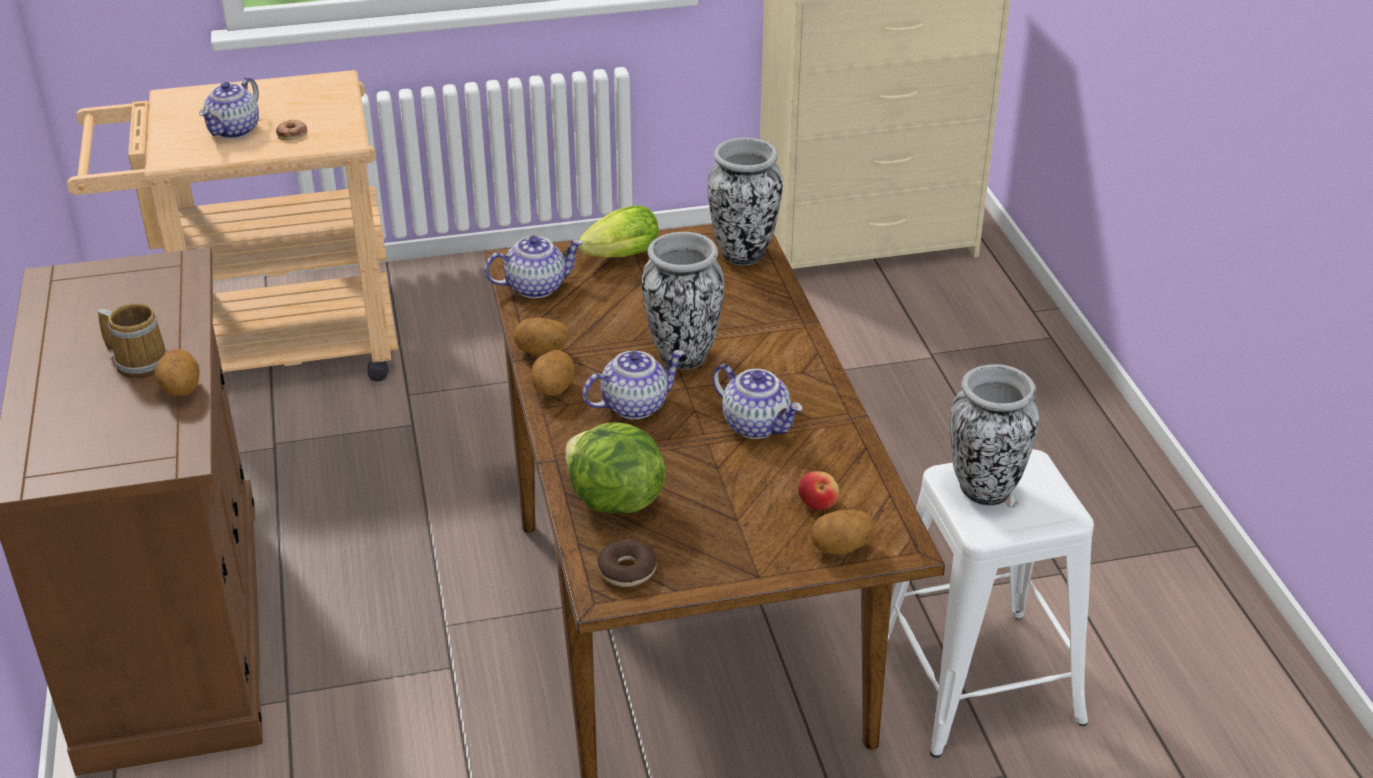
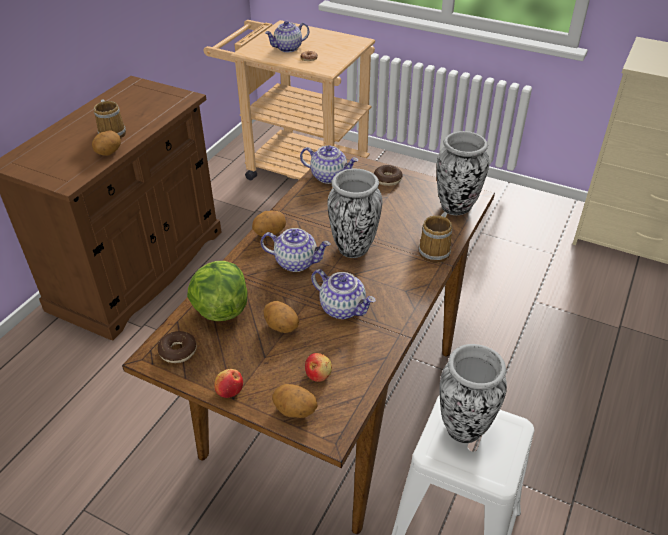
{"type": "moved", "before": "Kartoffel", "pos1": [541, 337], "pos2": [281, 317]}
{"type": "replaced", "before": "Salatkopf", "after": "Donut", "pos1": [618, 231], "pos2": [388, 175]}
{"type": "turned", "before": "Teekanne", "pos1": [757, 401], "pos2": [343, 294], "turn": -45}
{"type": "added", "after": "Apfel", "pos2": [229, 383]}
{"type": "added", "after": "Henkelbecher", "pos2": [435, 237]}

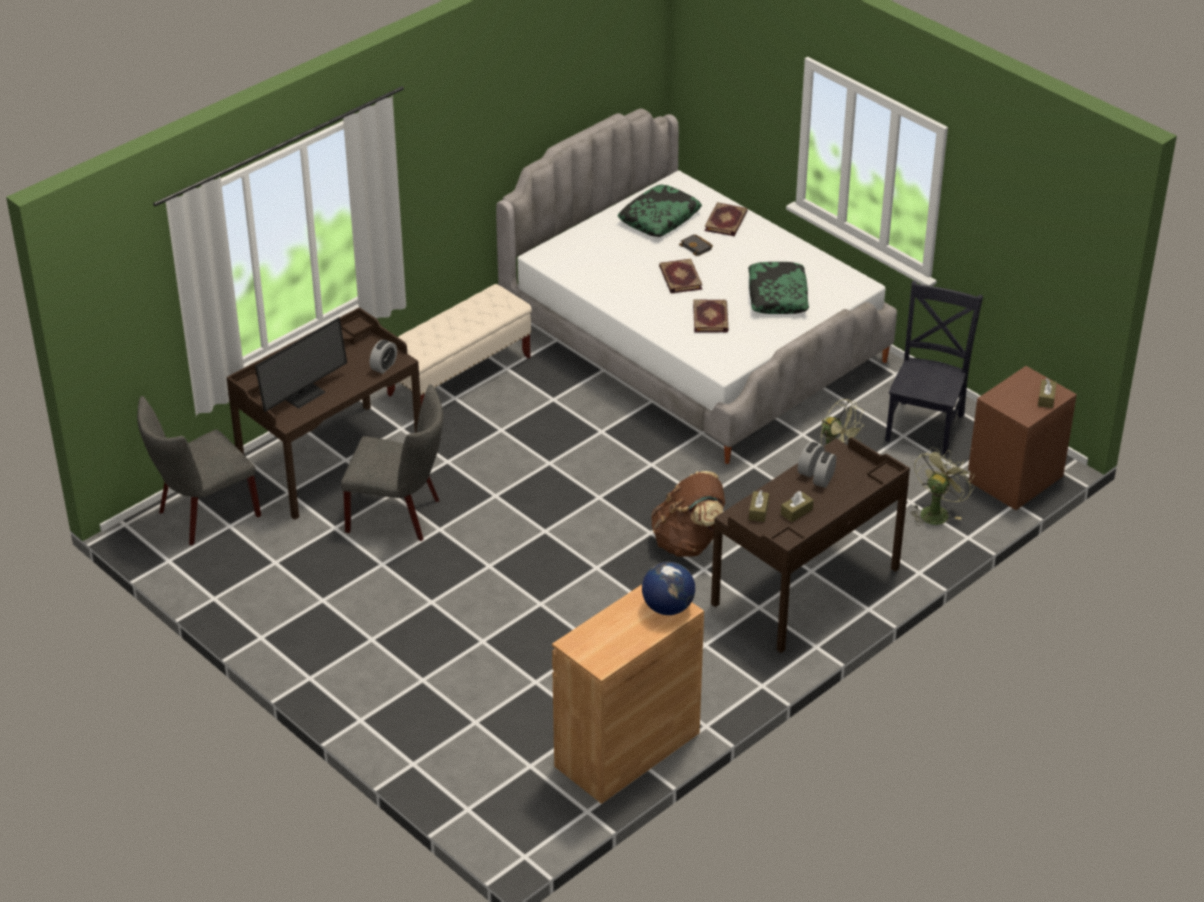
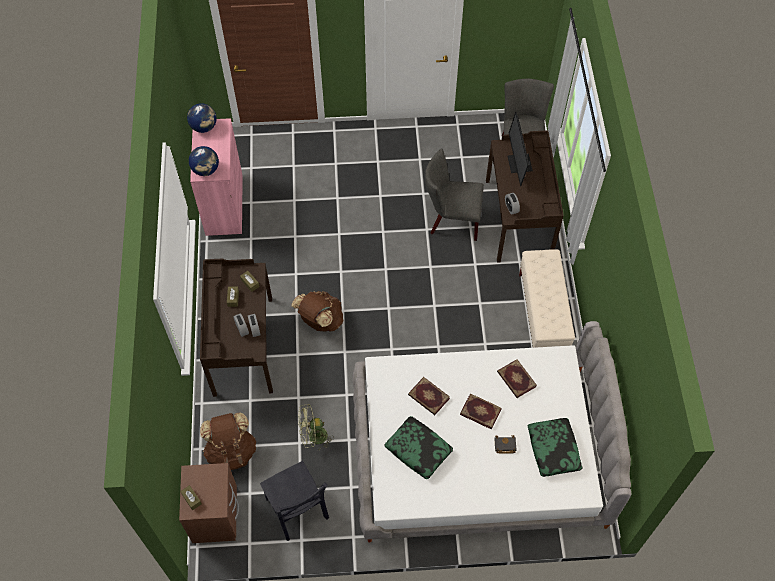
{"type": "turned", "before": "Stuhl [grau]", "pos1": [392, 462], "pos2": [454, 194], "turn": 45}
{"type": "recoloured", "before": "Schrank [braun]", "after": "Schrank [rosa]", "pos1": [628, 694], "pos2": [216, 177]}
{"type": "moved", "before": "Buch", "pos1": [726, 219], "pos2": [517, 378]}
{"type": "replaced", "before": "Ventilator [grün]", "after": "Rucksack [braun]", "pos1": [942, 486], "pos2": [228, 441]}
{"type": "added", "after": "Globus", "pos2": [202, 118]}

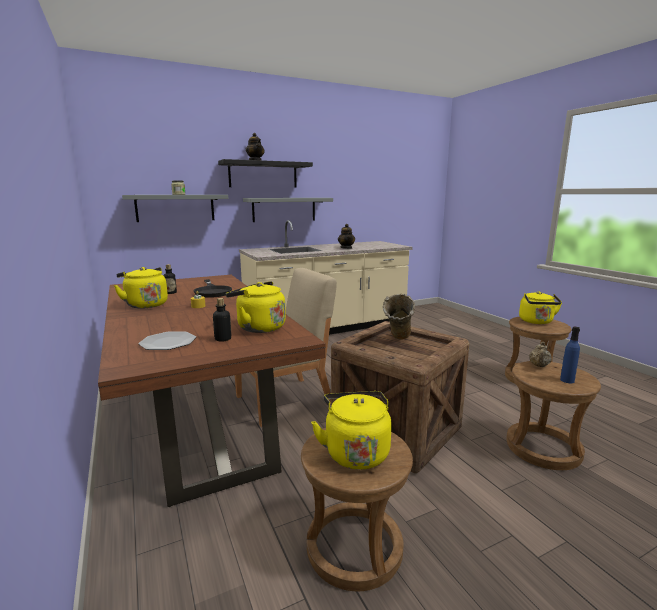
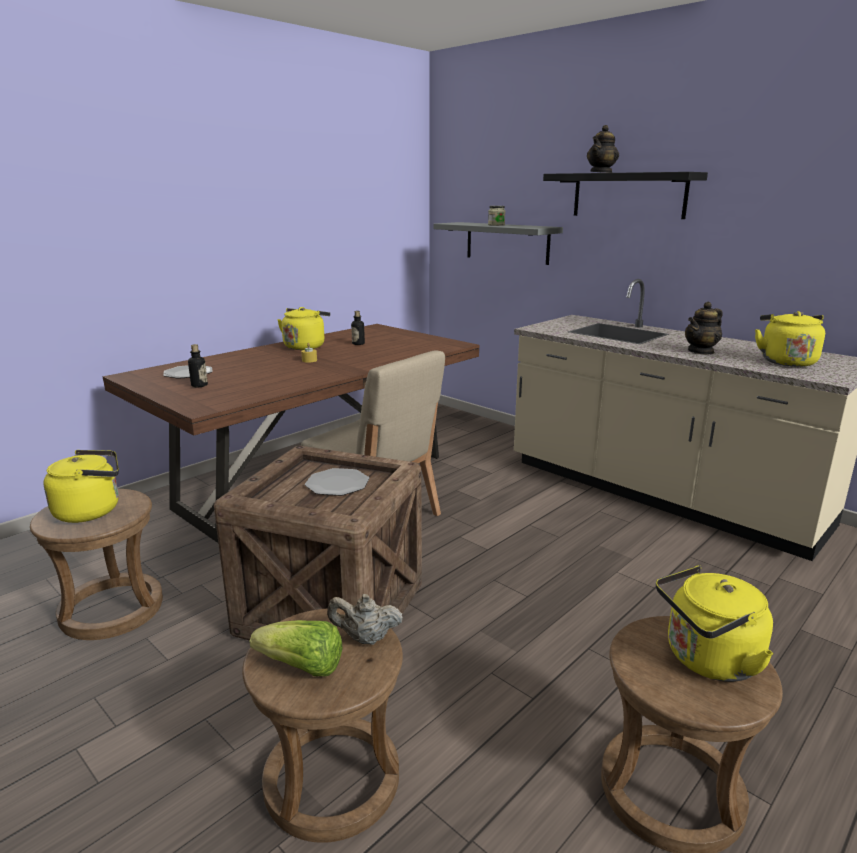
{"type": "removed", "before": "Pfanne [schwarz]", "pos1": [213, 288]}
{"type": "moved", "before": "Wasserkessel [gelb]", "pos1": [256, 307], "pos2": [790, 339]}
{"type": "removed", "before": "Wandregal [grau]", "pos1": [288, 210]}
{"type": "replaced", "before": "Vase [beige]", "after": "Teller", "pos1": [399, 317], "pos2": [337, 482]}
{"type": "replaced", "before": "Flasche [blau]", "after": "Salatkopf", "pos1": [570, 355], "pos2": [296, 648]}

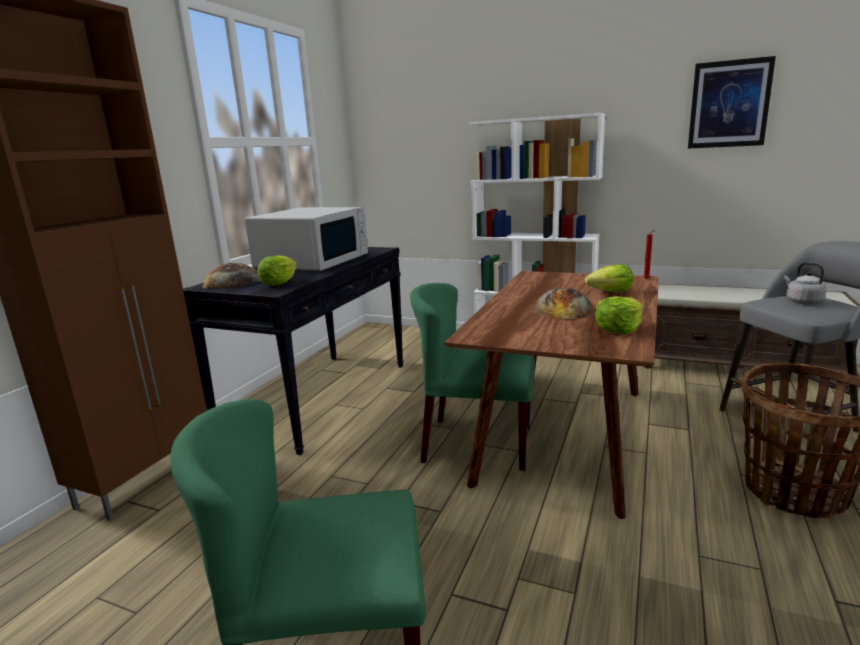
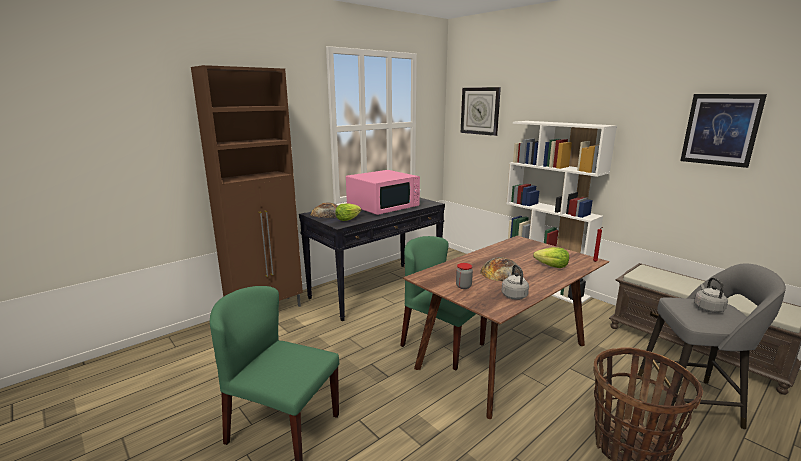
{"type": "recoloured", "before": "Mikrowelle [weiß]", "after": "Mikrowelle [rosa]", "pos1": [306, 239], "pos2": [383, 192]}
{"type": "replaced", "before": "Salatkopf", "after": "Wasserkessel [grau]", "pos1": [619, 315], "pos2": [515, 282]}
{"type": "added", "after": "Vorratsglas", "pos2": [464, 276]}
{"type": "added", "after": "Wanduhr", "pos2": [481, 111]}

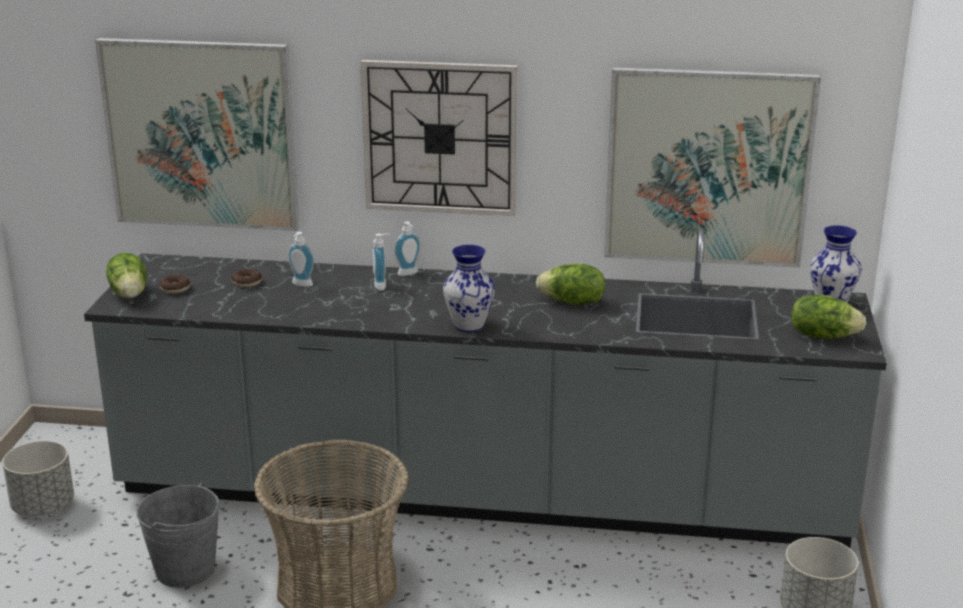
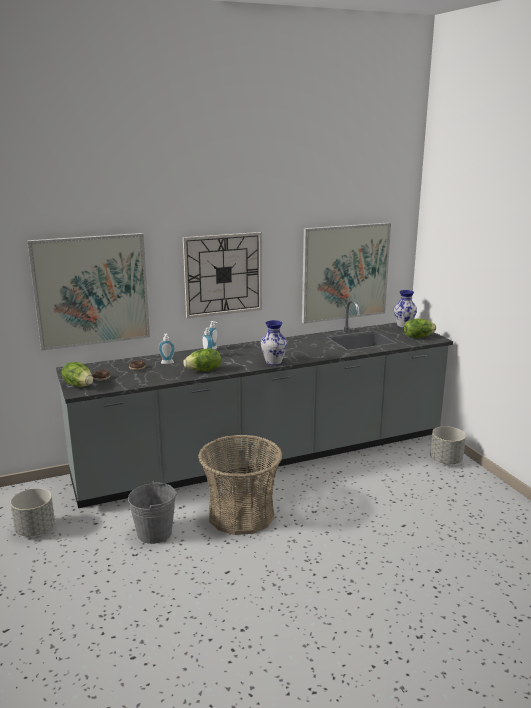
{"type": "moved", "before": "Salatkopf", "pos1": [570, 284], "pos2": [202, 360]}

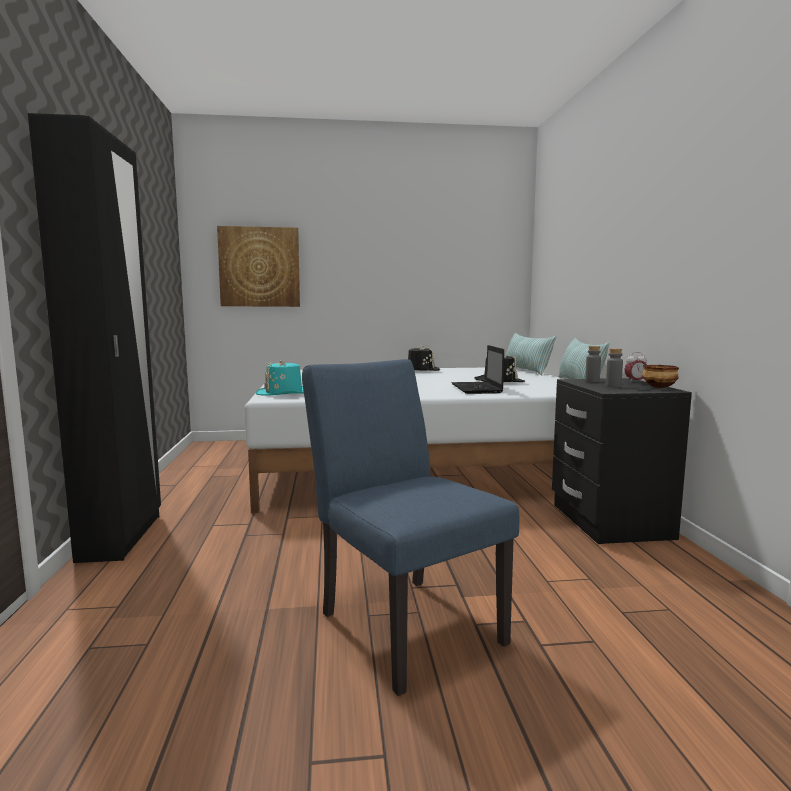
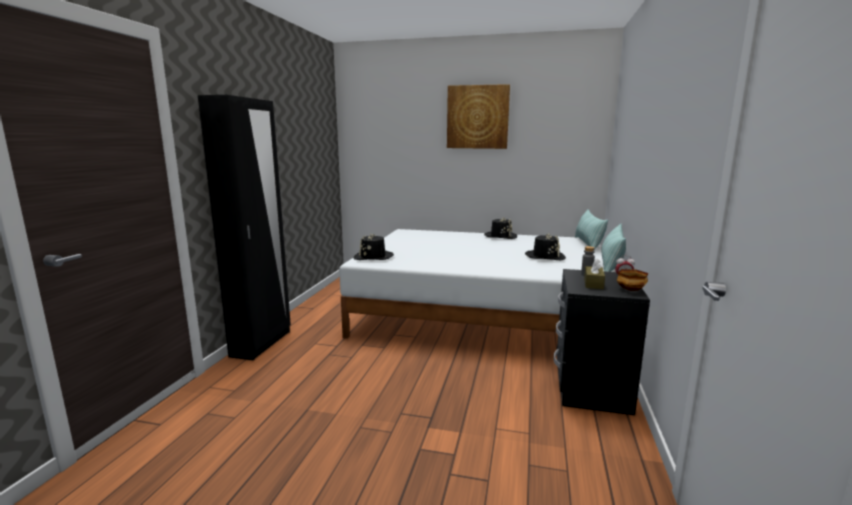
{"type": "moved", "before": "Bild", "pos1": [258, 266], "pos2": [478, 116]}
{"type": "recoloured", "before": "Hut [türkis]", "after": "Hut [schwarz]", "pos1": [280, 377], "pos2": [374, 247]}
{"type": "removed", "before": "Stuhl [blau]", "pos1": [410, 527]}
{"type": "removed", "before": "Laptop", "pos1": [478, 369]}
{"type": "replaced", "before": "Flasche [grau]", "after": "Taschentuchbox [braun]", "pos1": [614, 367], "pos2": [594, 273]}

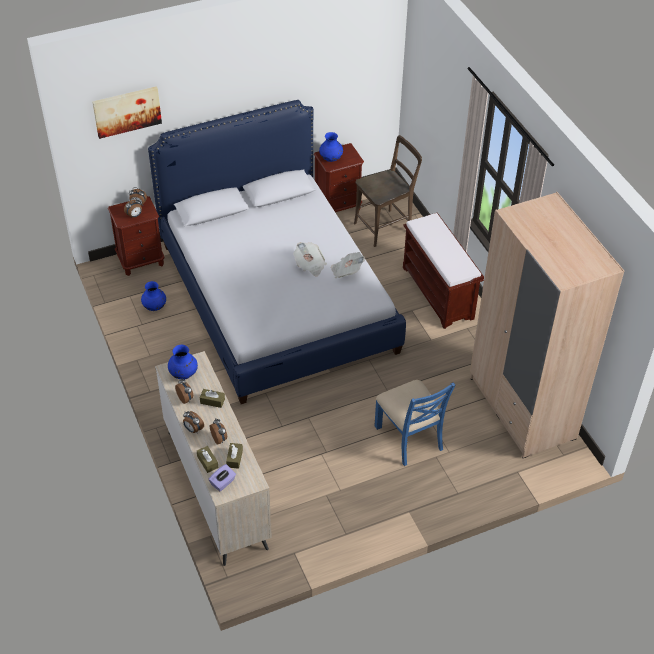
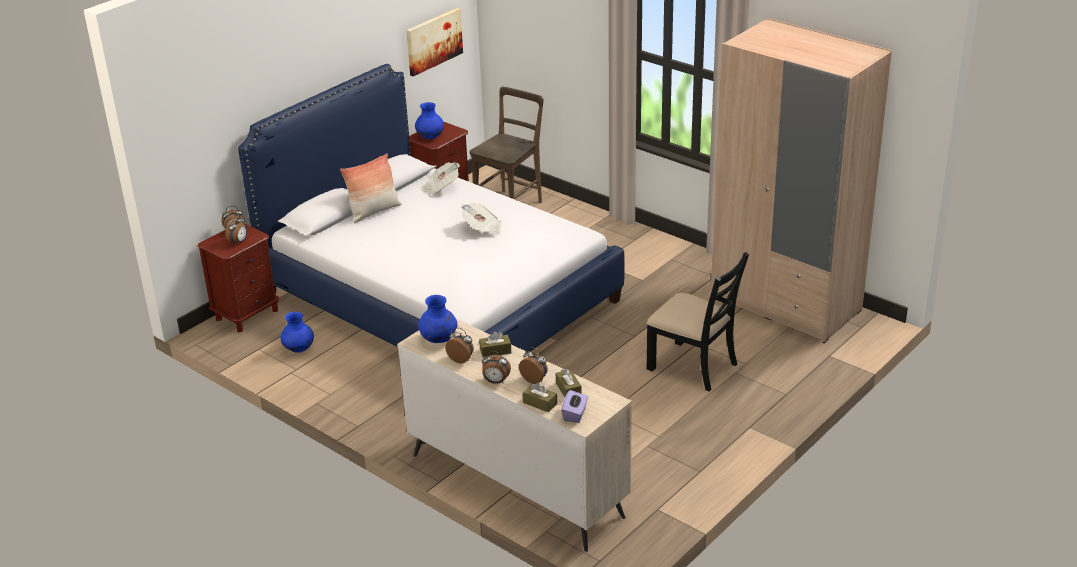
{"type": "moved", "before": "Bild", "pos1": [127, 112], "pos2": [434, 42]}
{"type": "moved", "before": "Zeitung", "pos1": [348, 265], "pos2": [440, 178]}
{"type": "recoloured", "before": "Stuhl [blau]", "after": "Stuhl [schwarz]", "pos1": [415, 423], "pos2": [698, 322]}
{"type": "removed", "before": "Bank [braun]", "pos1": [443, 271]}
{"type": "added", "after": "Kissen", "pos2": [370, 188]}

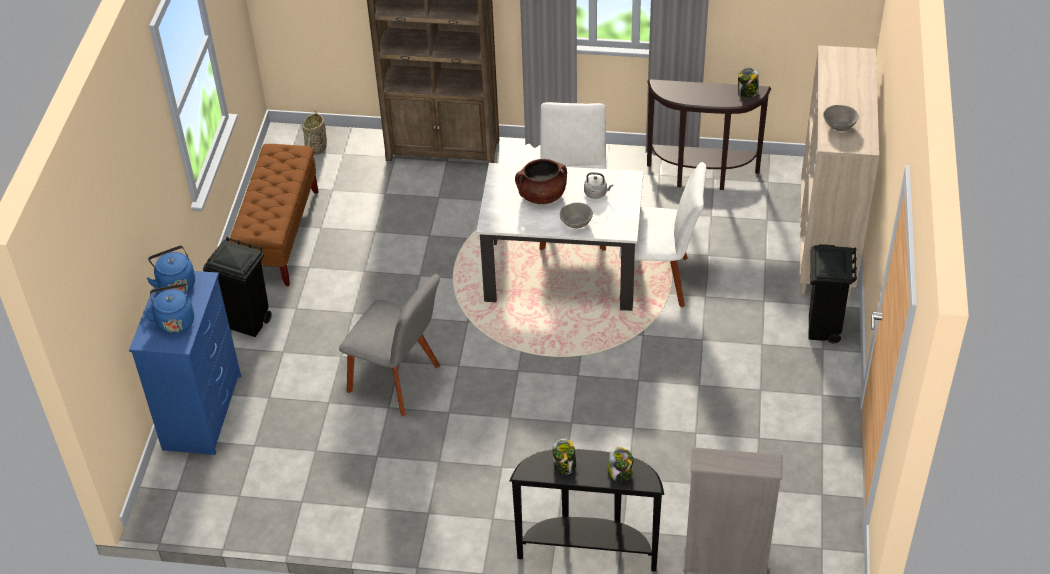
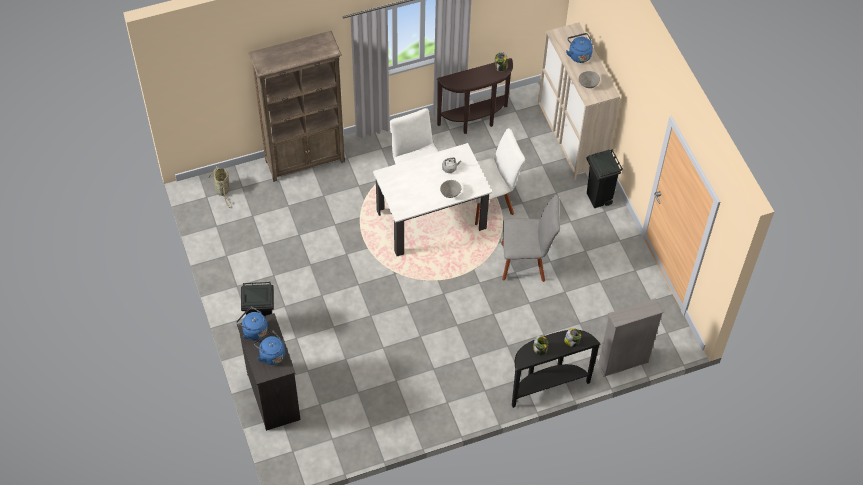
{"type": "recoloured", "before": "Kommode [blau]", "after": "Kommode [schwarz]", "pos1": [185, 363], "pos2": [269, 372]}
{"type": "removed", "before": "Bank [braun]", "pos1": [273, 215]}
{"type": "moved", "before": "Stuhl [grau]", "pos1": [389, 345], "pos2": [530, 238]}
{"type": "removed", "before": "Kochtopf [braun]", "pos1": [541, 181]}
{"type": "added", "after": "Wasserkessel [blau]", "pos2": [579, 48]}

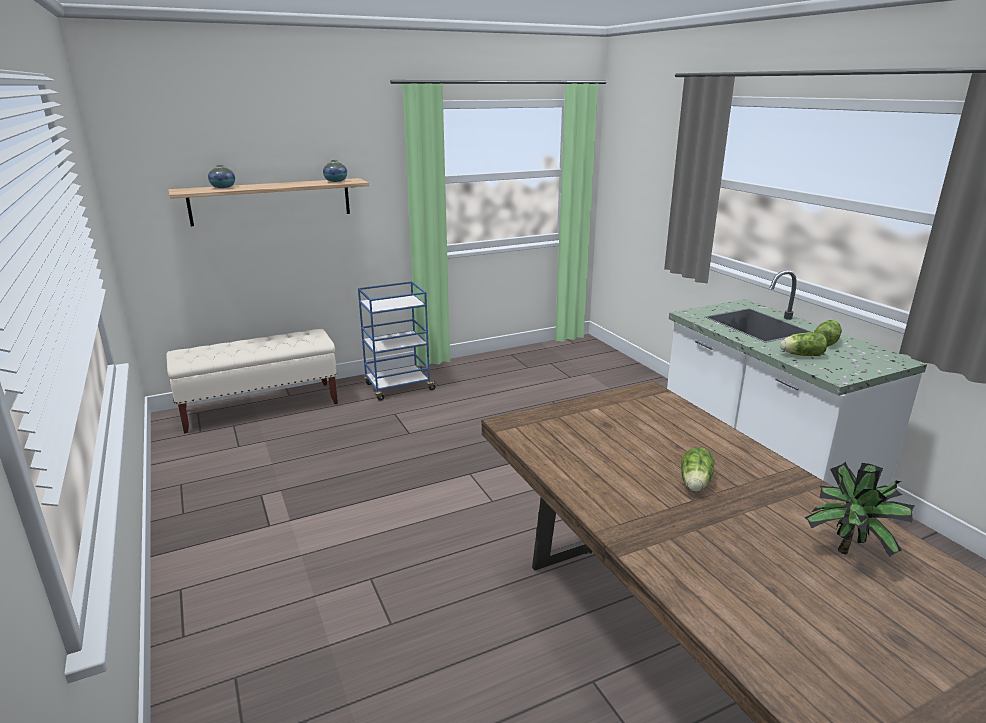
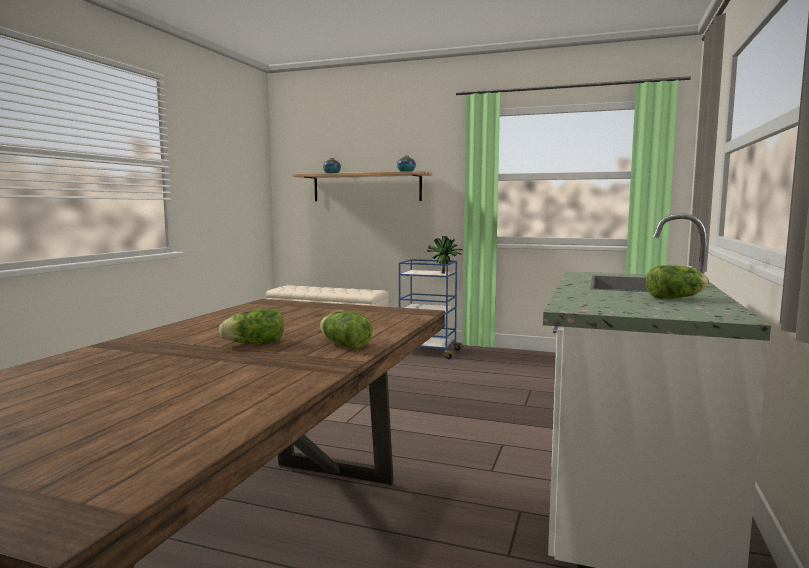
{"type": "moved", "before": "Salatkopf", "pos1": [803, 344], "pos2": [346, 330]}
{"type": "moved", "before": "Topfpflanze", "pos1": [859, 509], "pos2": [444, 255]}

